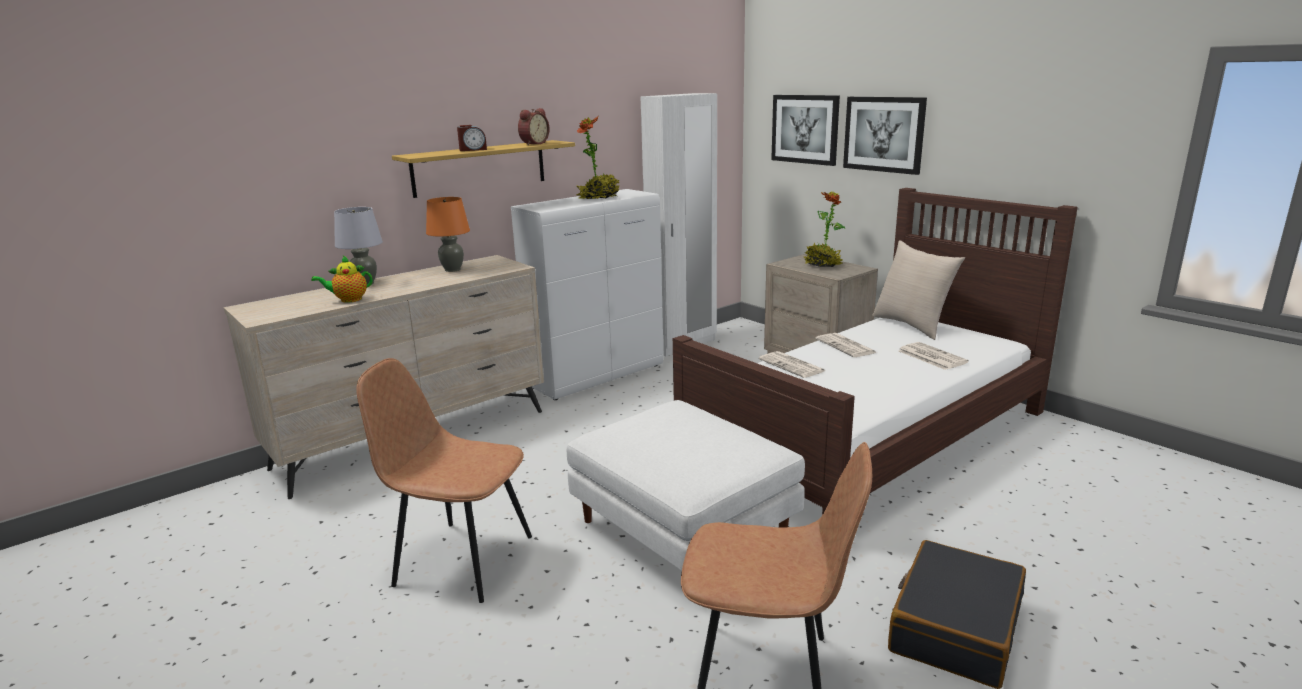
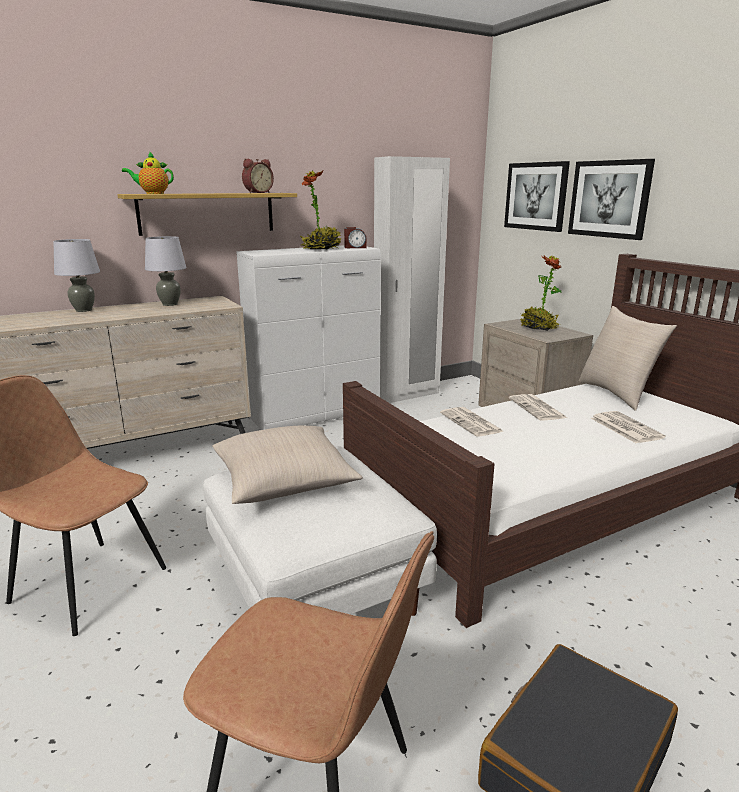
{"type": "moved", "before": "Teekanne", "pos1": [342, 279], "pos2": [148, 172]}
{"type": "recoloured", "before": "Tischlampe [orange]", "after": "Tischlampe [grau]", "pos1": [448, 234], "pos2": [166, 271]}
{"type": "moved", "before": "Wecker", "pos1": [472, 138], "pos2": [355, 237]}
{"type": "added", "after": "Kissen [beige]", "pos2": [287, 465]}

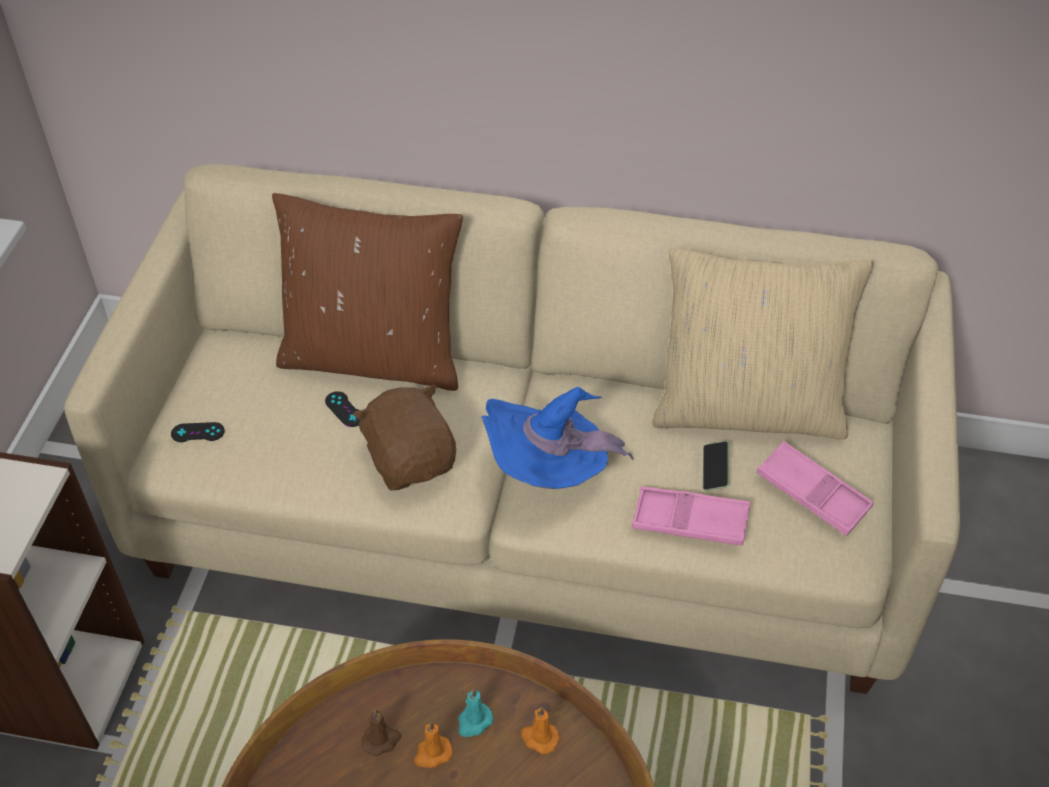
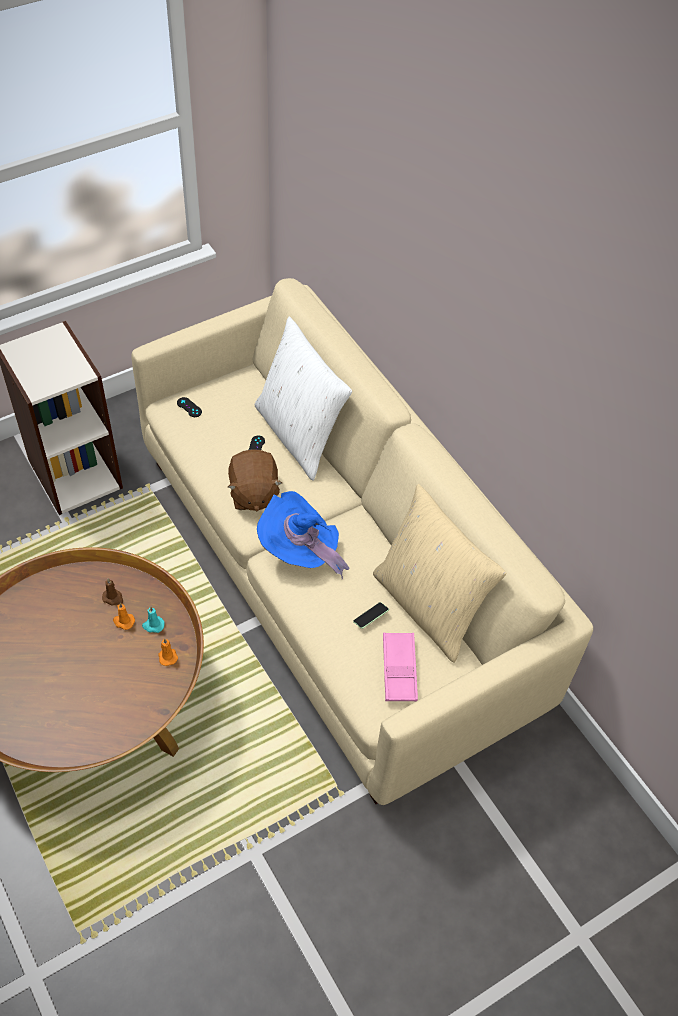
{"type": "recoloured", "before": "Kissen [braun]", "after": "Kissen [weiß]", "pos1": [367, 292], "pos2": [303, 399]}
{"type": "turned", "before": "Plüschtier [braun]", "pos1": [404, 437], "pos2": [255, 480], "turn": 150}
{"type": "removed", "before": "Tablett [rosa]", "pos1": [691, 516]}

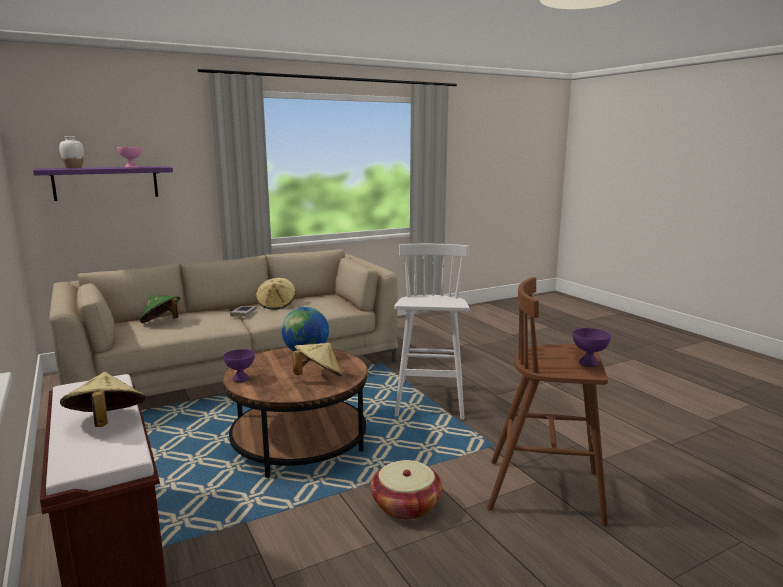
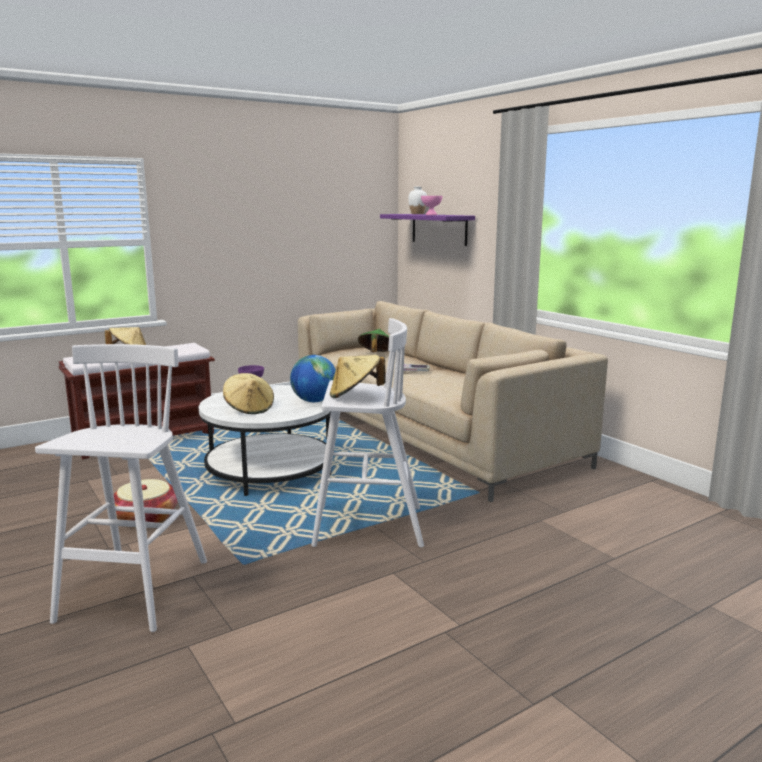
{"type": "recoloured", "before": "Couchtisch [braun]", "after": "Couchtisch [weiß]", "pos1": [295, 413], "pos2": [265, 440]}
{"type": "moved", "before": "Hut [beige]", "pos1": [275, 294], "pos2": [358, 376]}
{"type": "recoloured", "before": "Hocker [braun]", "after": "Hocker [weiß]", "pos1": [547, 401], "pos2": [121, 488]}
{"type": "removed", "before": "Schüssel [lila]", "pos1": [592, 347]}

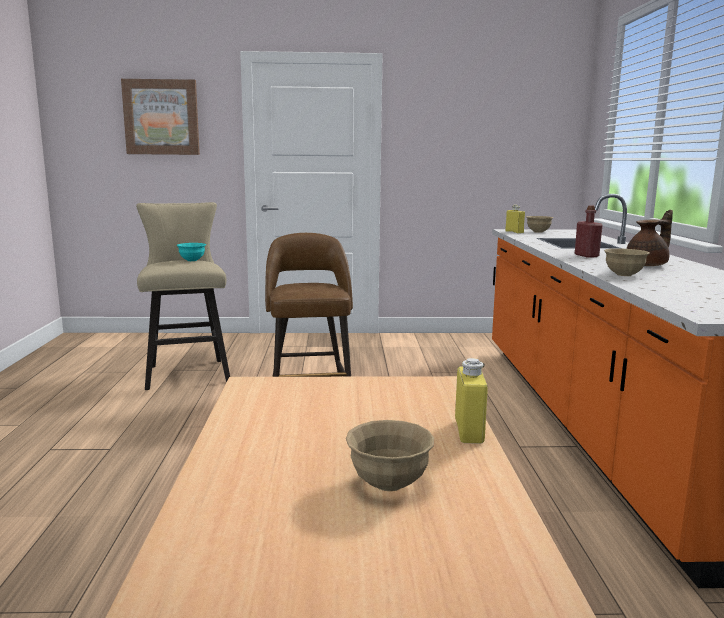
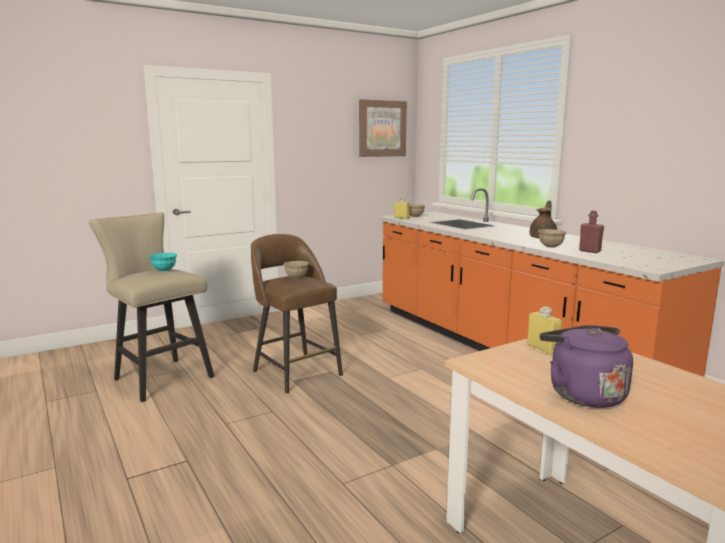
{"type": "moved", "before": "Bild", "pos1": [160, 117], "pos2": [383, 128]}
{"type": "moved", "before": "Schüssel [beige]", "pos1": [390, 455], "pos2": [296, 270]}
{"type": "moved", "before": "Flasche [gelb]", "pos1": [471, 401], "pos2": [544, 331]}
{"type": "moved", "before": "Flasche [rot]", "pos1": [589, 231], "pos2": [591, 232]}
{"type": "added", "after": "Wasserkessel [lila]", "pos2": [586, 366]}

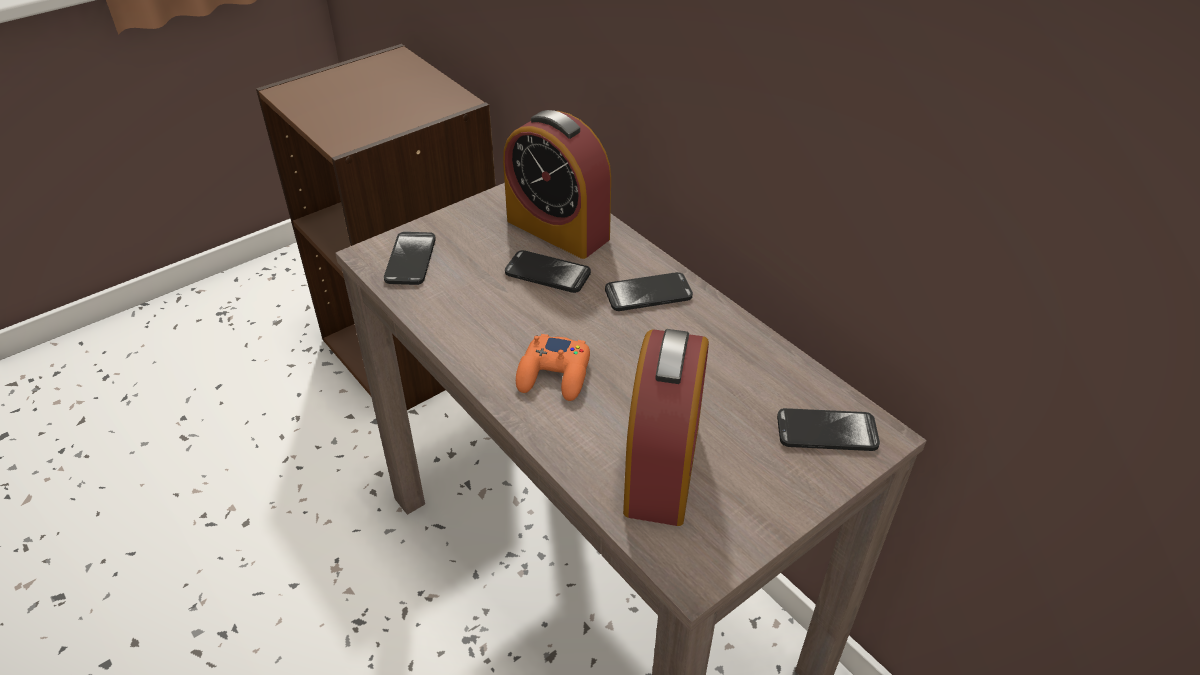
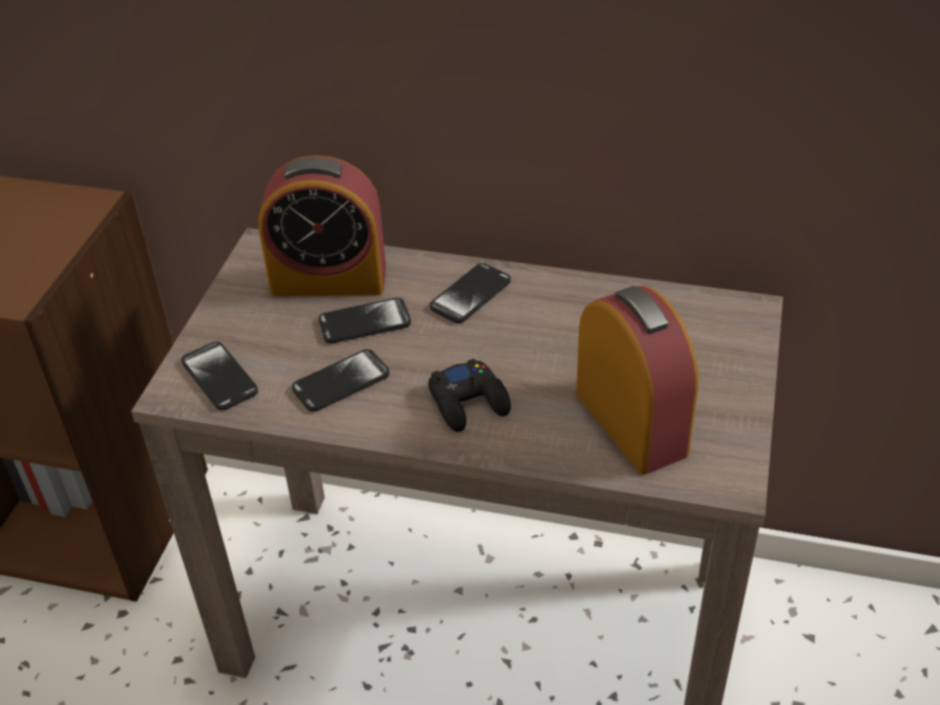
{"type": "recoloured", "before": "Gamepad [orange]", "after": "Gamepad [schwarz]", "pos1": [553, 367], "pos2": [469, 395]}
{"type": "moved", "before": "Handy", "pos1": [828, 429], "pos2": [341, 380]}

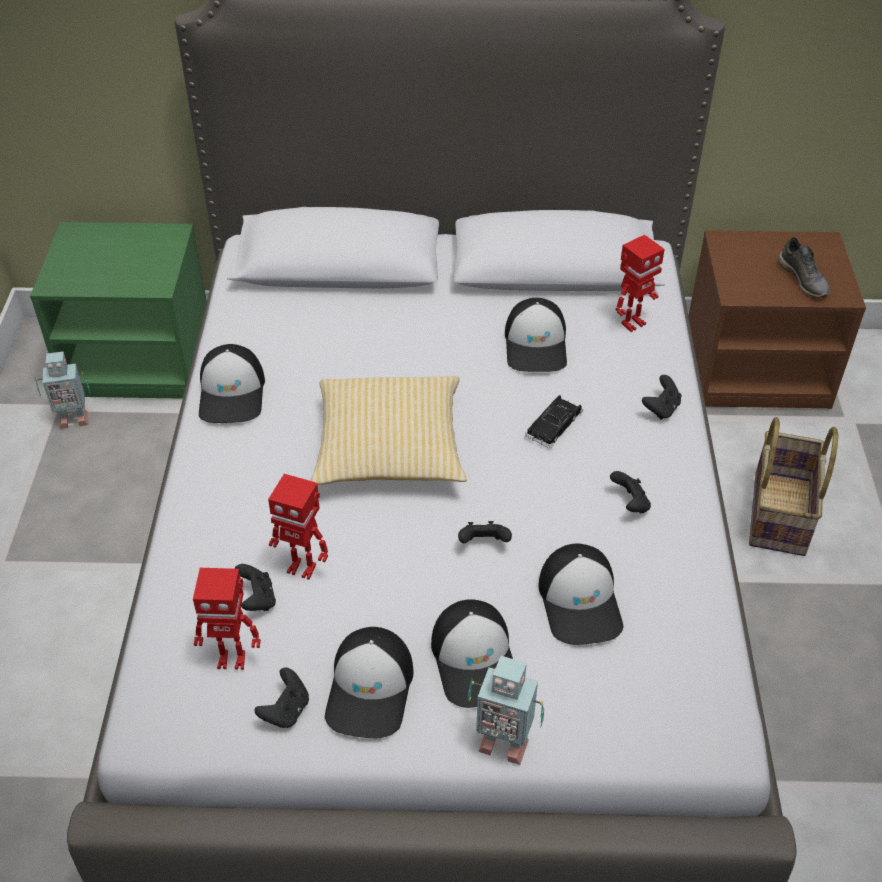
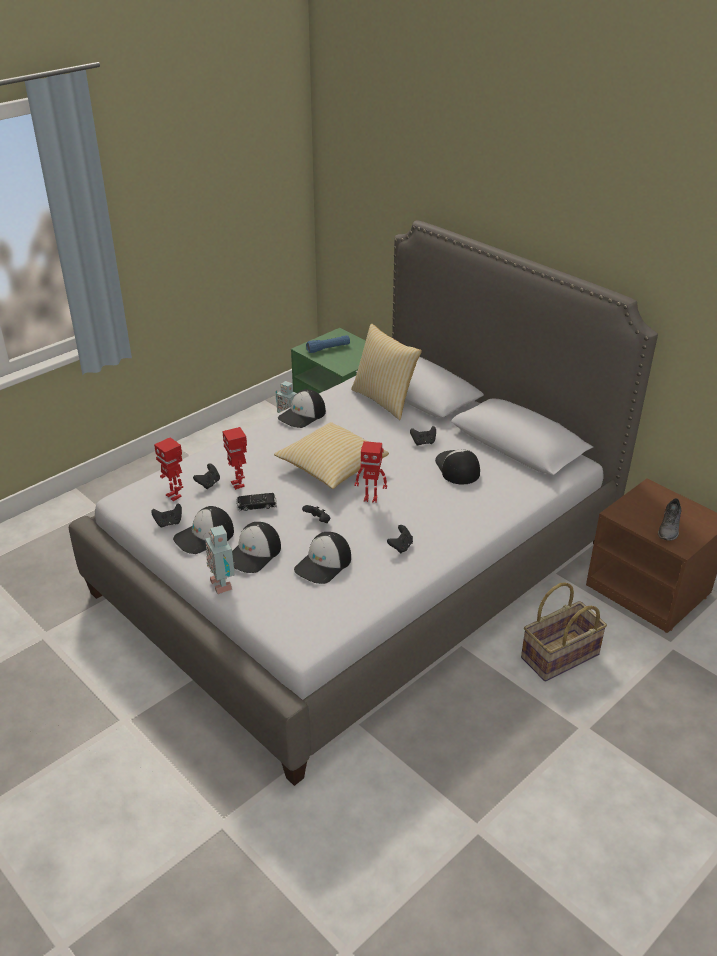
{"type": "turned", "before": "Kappe", "pos1": [536, 335], "pos2": [457, 467], "turn": 120}
{"type": "moved", "before": "Spielzeugauto [schwarz]", "pos1": [554, 421], "pos2": [256, 502]}
{"type": "moved", "before": "Spielzeugroboter", "pos1": [640, 283], "pos2": [370, 472]}
{"type": "moved", "before": "Gamepad [schwarz]", "pos1": [661, 397], "pos2": [423, 436]}
{"type": "added", "after": "Taschenlampe [blau]", "pos2": [328, 344]}
{"type": "added", "after": "Kissen", "pos2": [386, 372]}

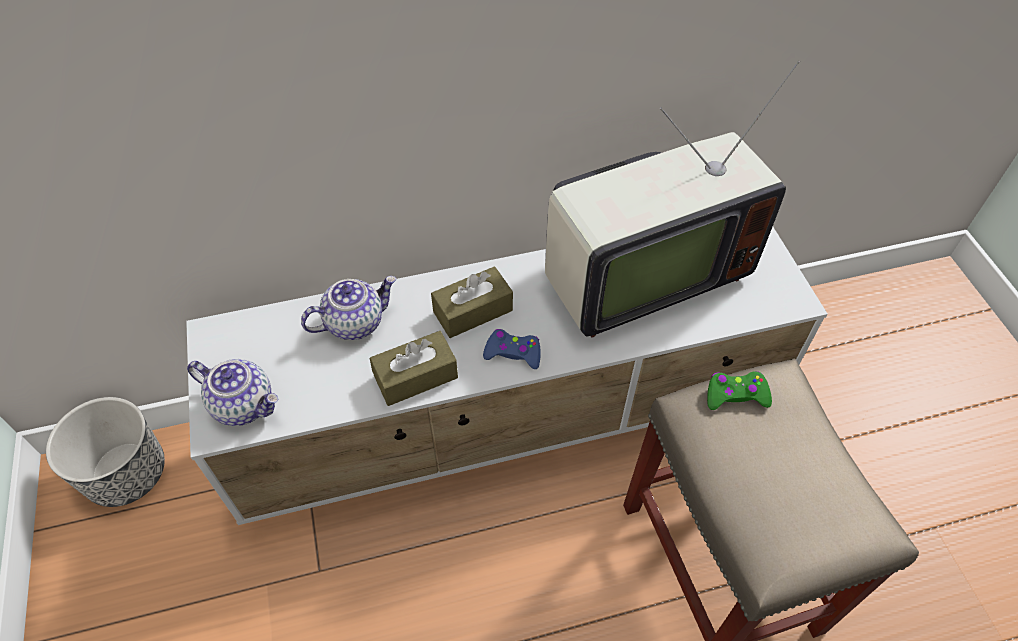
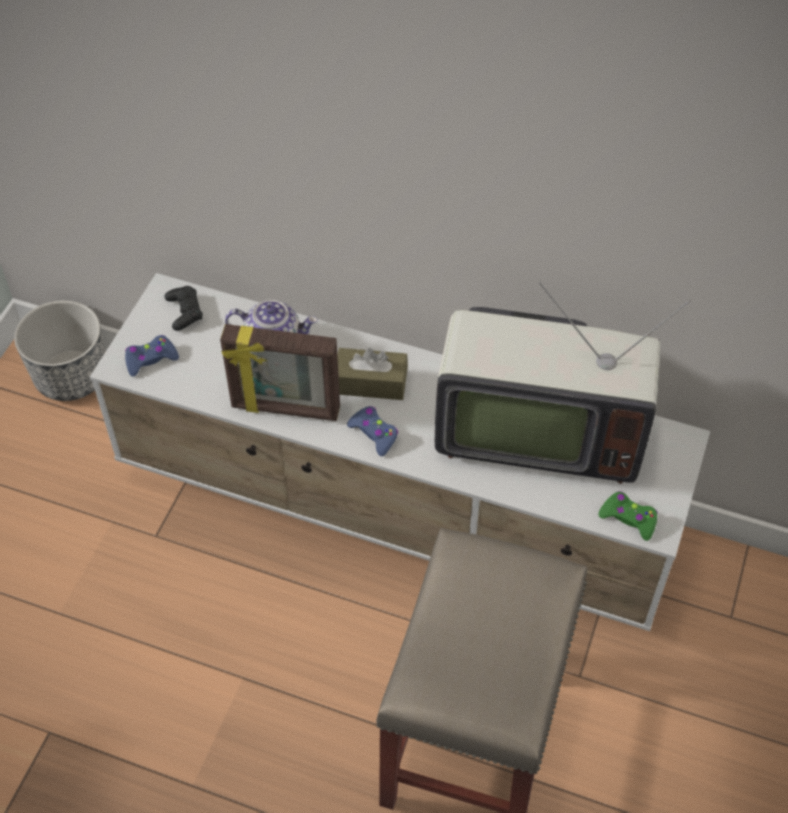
{"type": "replaced", "before": "Teekanne", "after": "Gamepad [blau]", "pos1": [232, 392], "pos2": [152, 356]}
{"type": "replaced", "before": "Taschentuchbox [braun]", "after": "Bilderrahmen", "pos1": [414, 368], "pos2": [280, 372]}
{"type": "moved", "before": "Gamepad [grün]", "pos1": [739, 390], "pos2": [628, 516]}
{"type": "added", "after": "Gamepad [schwarz]", "pos2": [183, 308]}

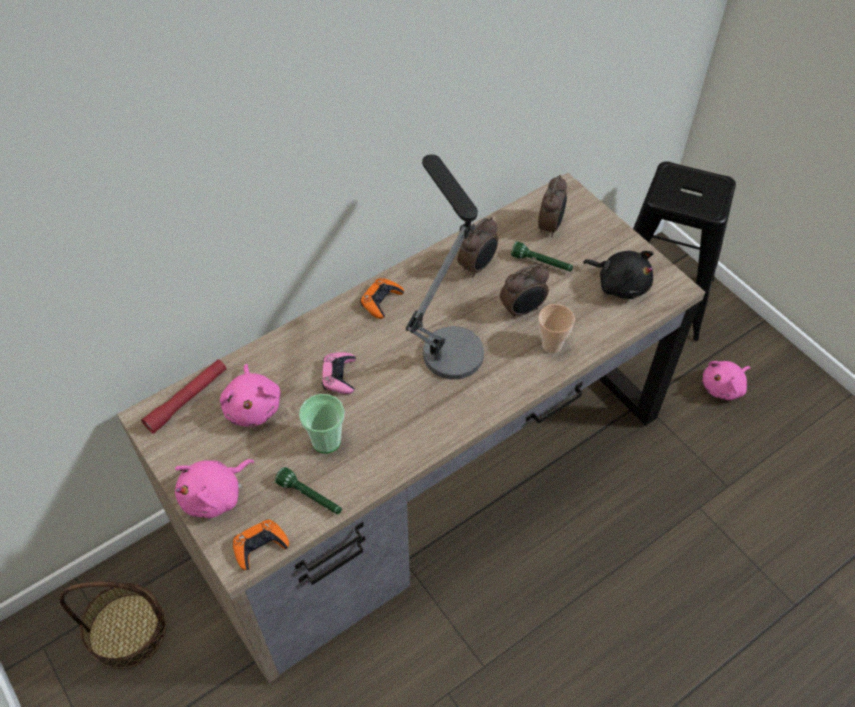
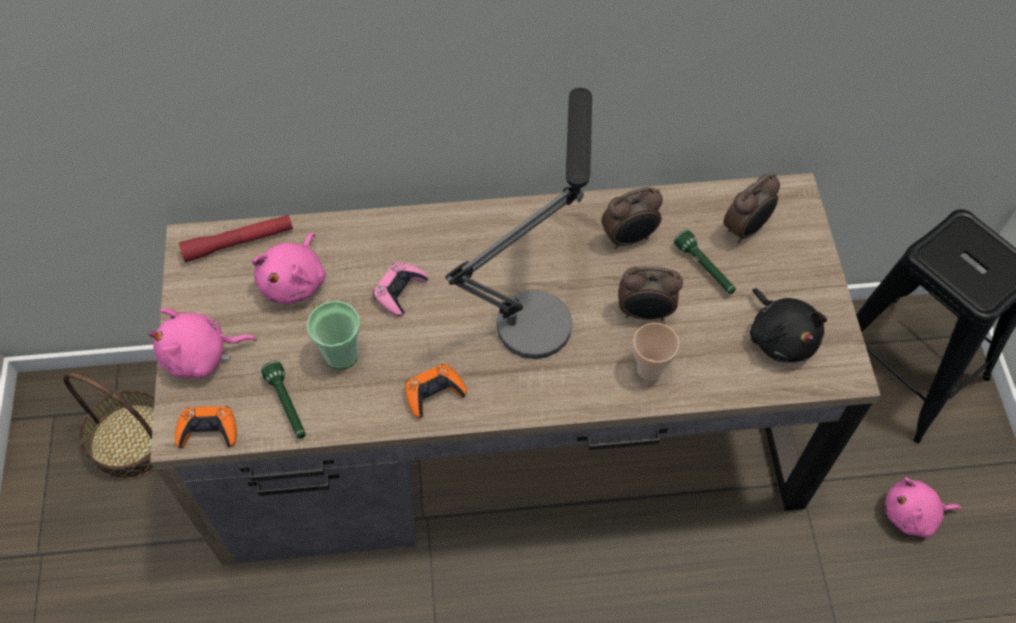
{"type": "moved", "before": "Gamepad [orange]", "pos1": [382, 298], "pos2": [436, 391]}

